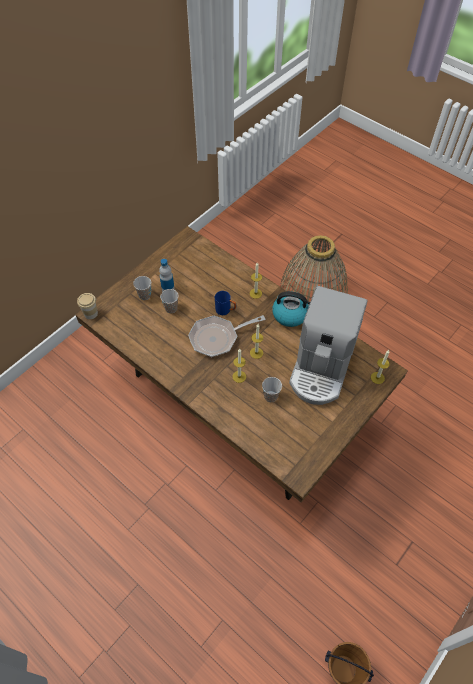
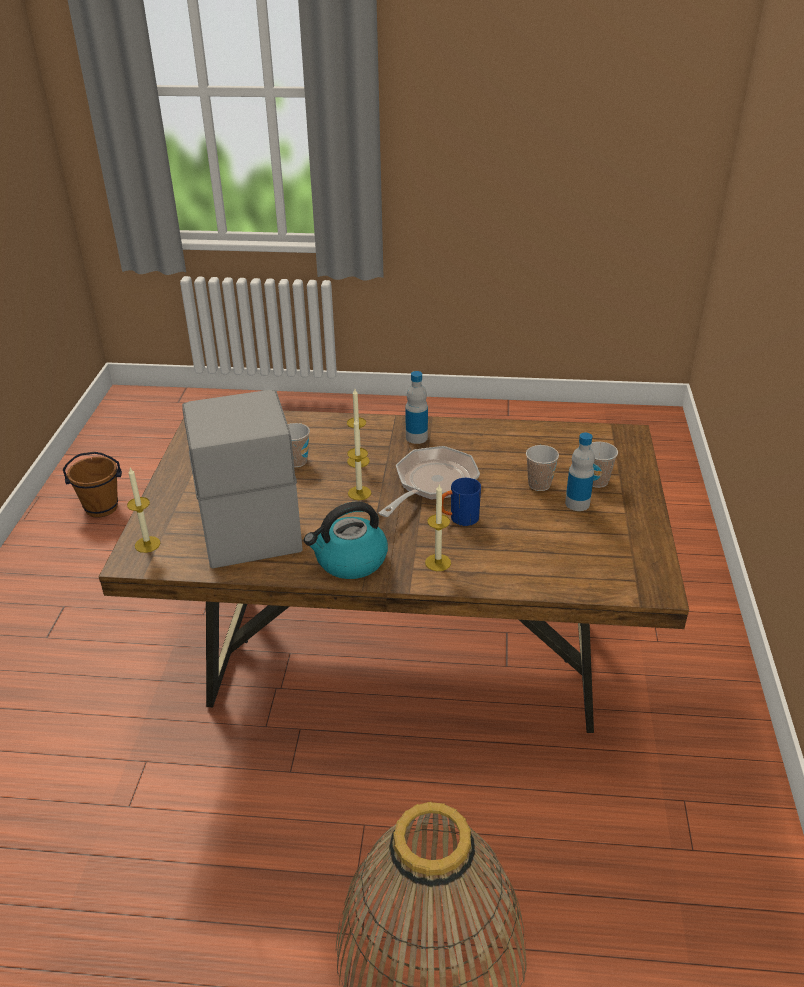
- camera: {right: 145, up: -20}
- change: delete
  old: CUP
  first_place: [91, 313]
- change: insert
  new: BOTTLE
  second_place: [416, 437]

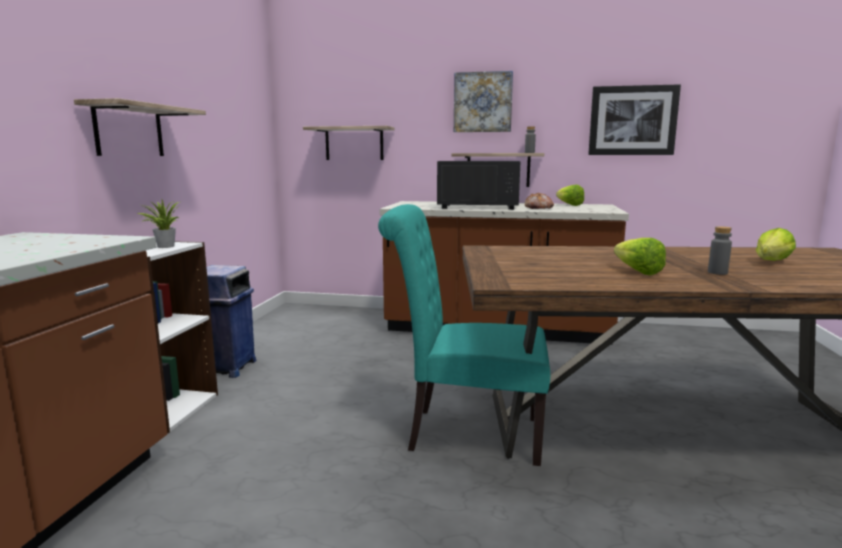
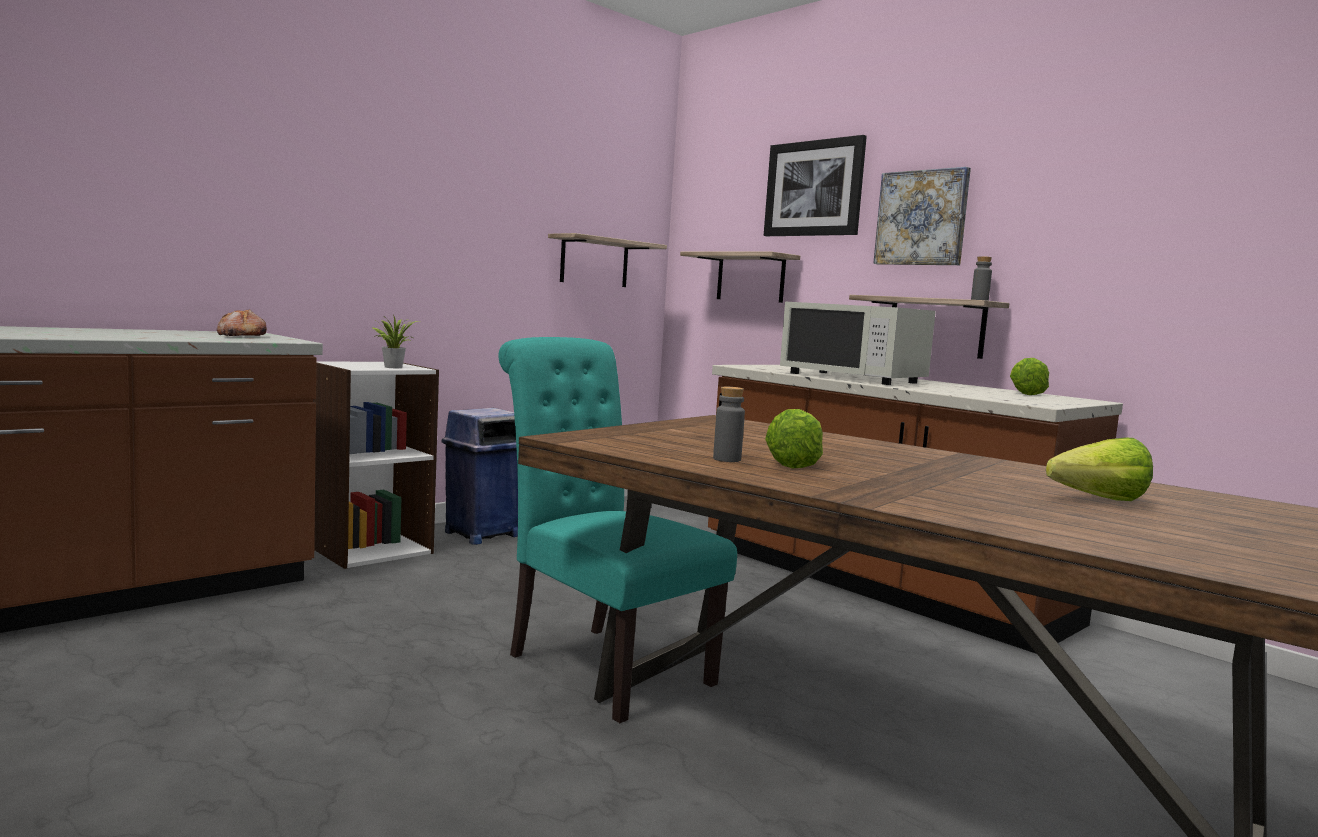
- camera: {right: 35, up: -5}
- change: move
  old: SHELF
  first_place: [129, 131]
  second_place: [594, 262]
- change: recolor
  old: BLACK MICROWAVE
  new: WHITE MICROWAVE
  first_place: [478, 207]
  second_place: [853, 378]
- change: move
  old: BREAD
  first_place: [538, 208]
  second_place: [241, 336]
- change: move
  old: PICTURE
  first_place: [632, 120]
  second_place: [814, 188]
- change: move
  old: GREY BOTTLE
  first_place: [717, 272]
  second_place: [727, 459]

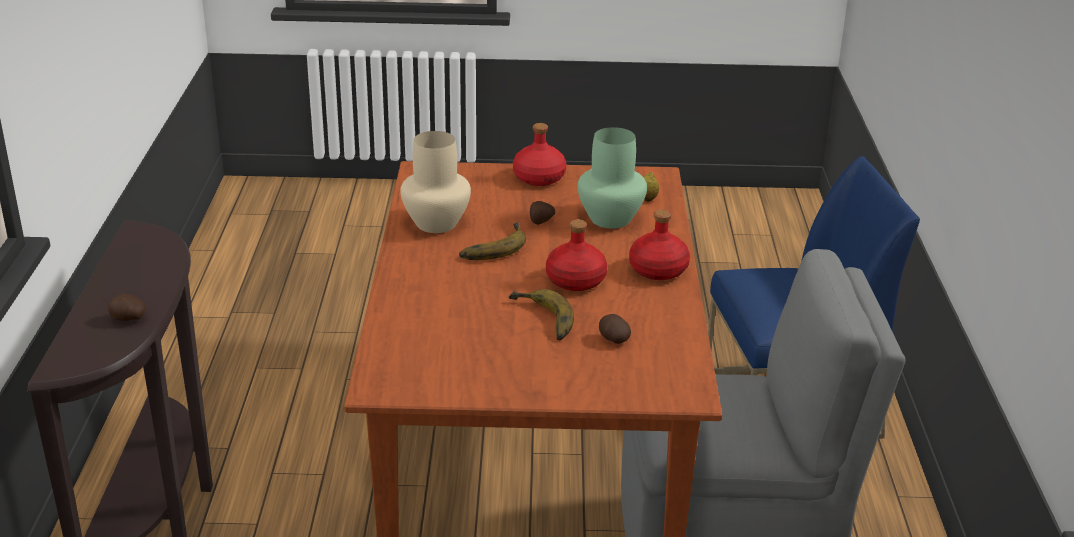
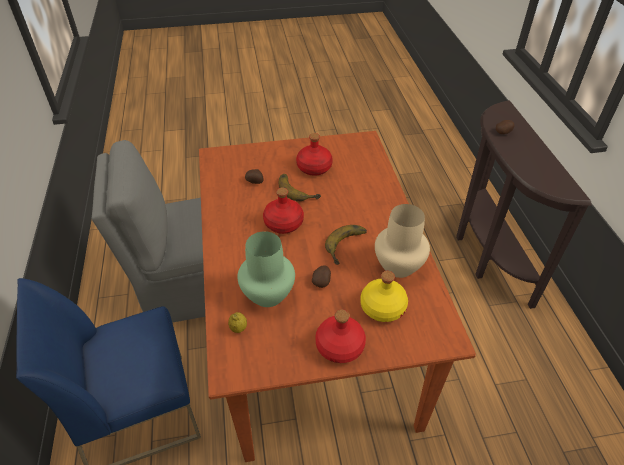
- camera: {right: 170, up: 15}
- change: move
  old: RED BOTTLE
  first_place: [657, 270]
  second_place: [314, 167]
- change: insert
  new: YELLOW BOTTLE
  second_place: [382, 307]

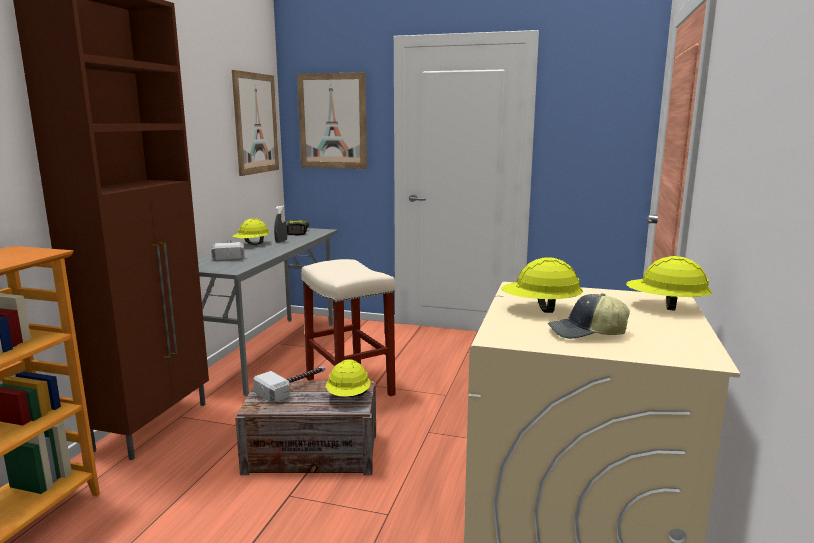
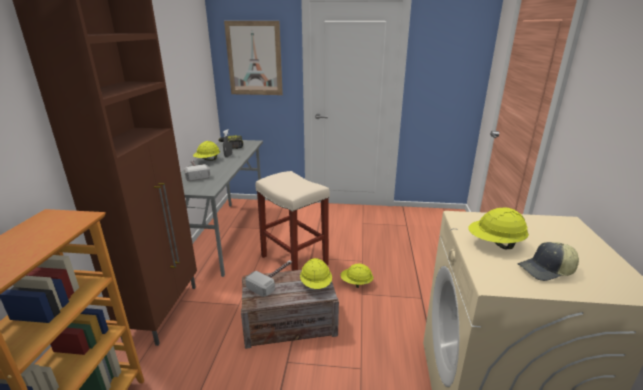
- camera: {right: -10, up: 10}
- change: delete
  old: PICTURE
  first_place: [256, 123]
- change: move
  old: YELLOW HARD HAT
  first_place: [665, 307]
  second_place: [356, 283]

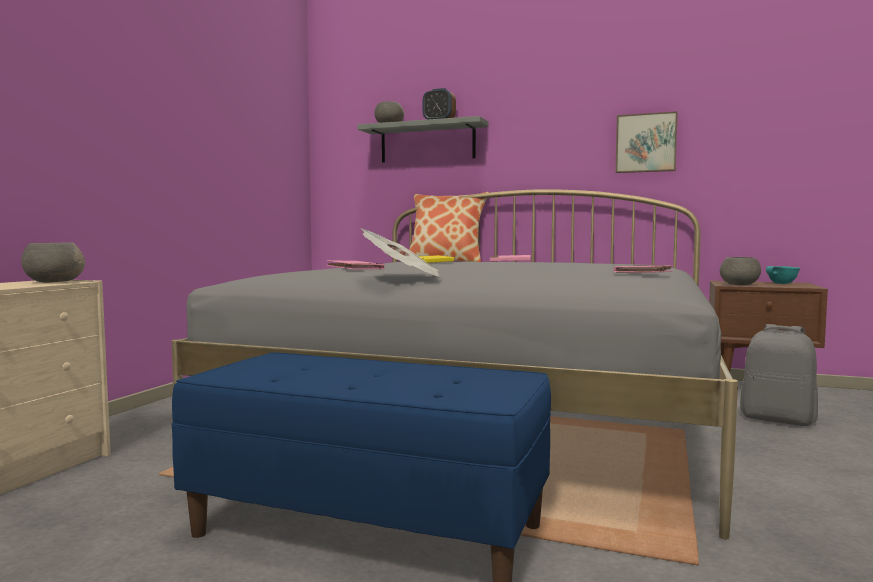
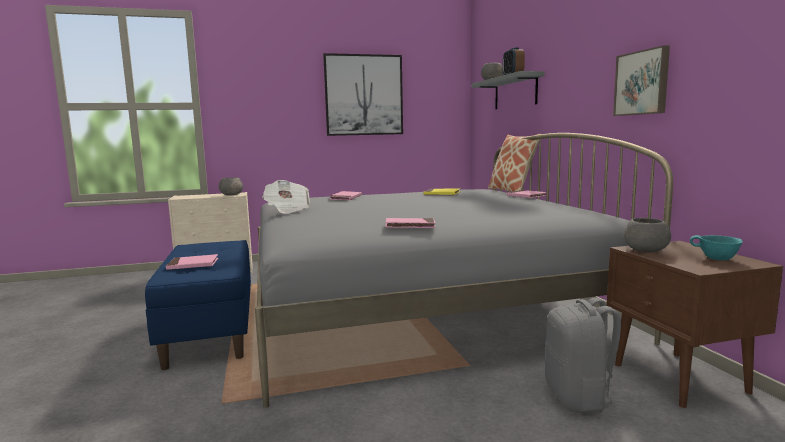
- camera: {right: 55, up: 5}
- change: insert
  new: PINK BOOK
  second_place: [193, 265]
- change: insert
  new: PICTURE
  second_place: [364, 95]

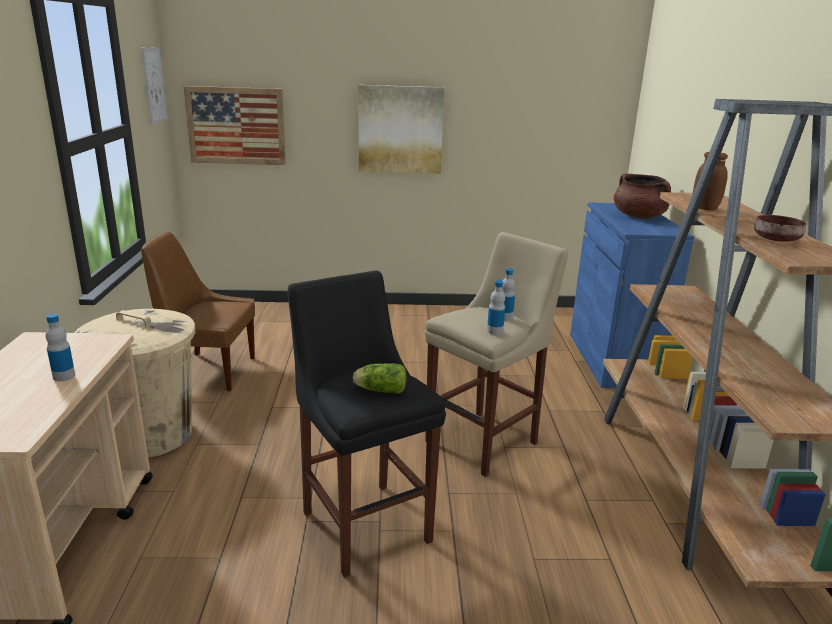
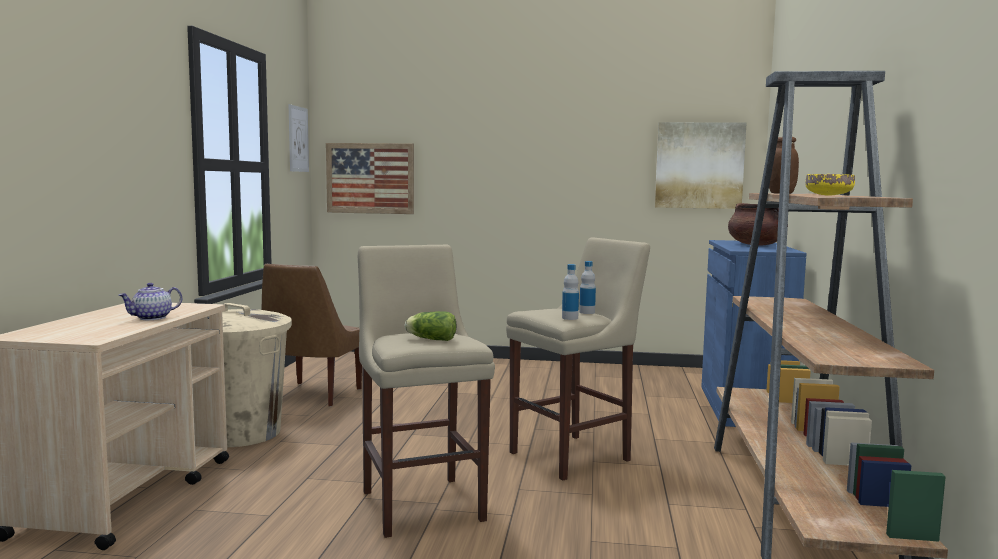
- camera: {right: 10, up: -15}
- change: replace
  old: BOTTLE
  new: TEAPOT
  first_place: [64, 376]
  second_place: [152, 318]
- change: rotate
  old: BROWN CHAIR
  first_place: [208, 371]
  second_place: [312, 395]
  degrees: -90
- change: recolor
  old: BLACK STOOL
  new: BEIGE STOOL
  first_place: [363, 522]
  second_place: [421, 502]
- change: move
  old: PICTURE
  first_place: [400, 129]
  second_place: [699, 165]
- change: recolor
  old: BROWN BOWL
  new: YELLOW BOWL
  first_place: [776, 240]
  second_place: [829, 195]

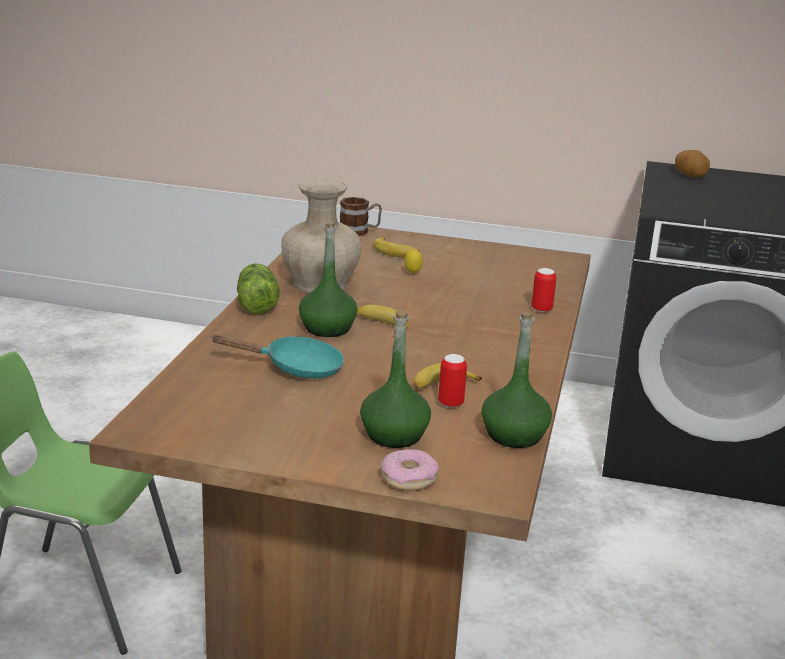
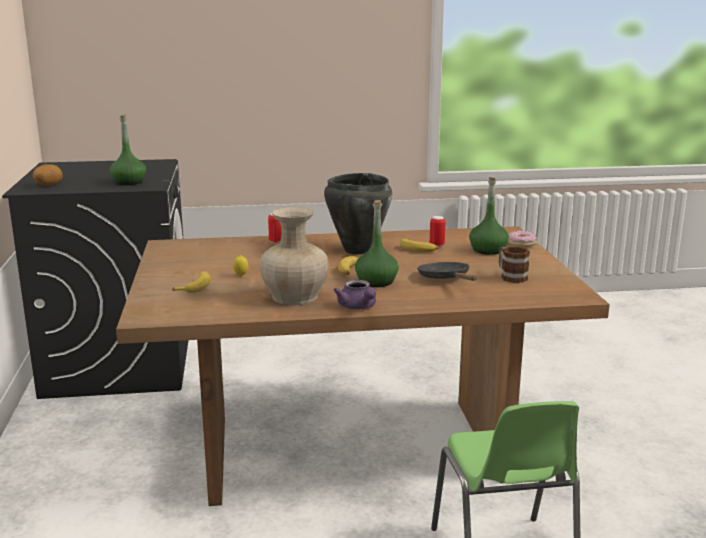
- camera: {right: -110, up: -5}
- change: recolor
  old: TURQUOISE FRYING PAN
  new: BLACK FRYING PAN
  first_place: [295, 368]
  second_place: [446, 279]
- change: replace
  old: LETTUCE
  new: PURPLE TEAPOT
  first_place: [257, 303]
  second_place: [358, 307]
- change: move
  old: MUG
  first_place: [360, 231]
  second_place: [510, 276]
- change: move
  old: GREEN BOTTLE
  first_place: [513, 435]
  second_place: [129, 182]
- change: insert
  new: BLACK COOKING POT
  second_place: [357, 250]

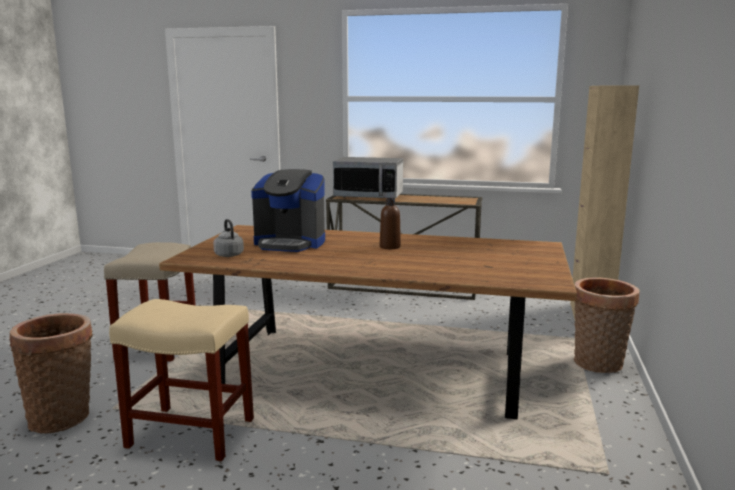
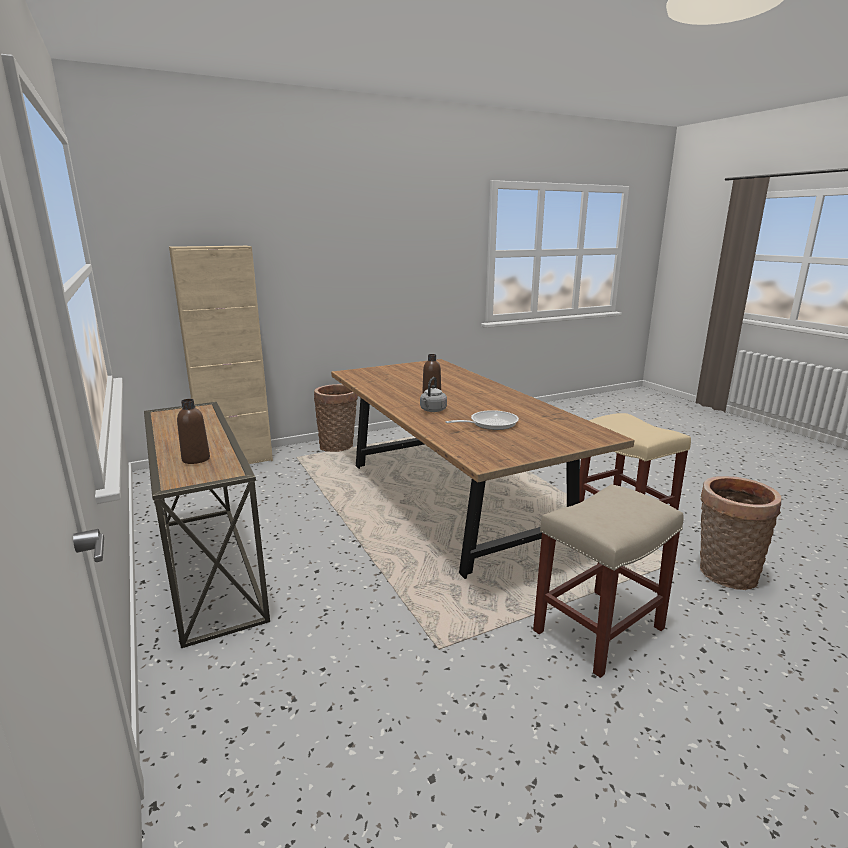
- camera: {right: -130, up: 5}
- change: move
  old: GREY KETTLE
  first_place: [228, 254]
  second_place: [432, 410]
- change: replace
  old: COFFEE MACHINE
  new: FRYING PAN
  first_place: [290, 243]
  second_place: [489, 424]
- change: replace
  old: MICROWAVE
  new: BROWN BOTTLE
  first_place: [368, 196]
  second_place: [196, 459]

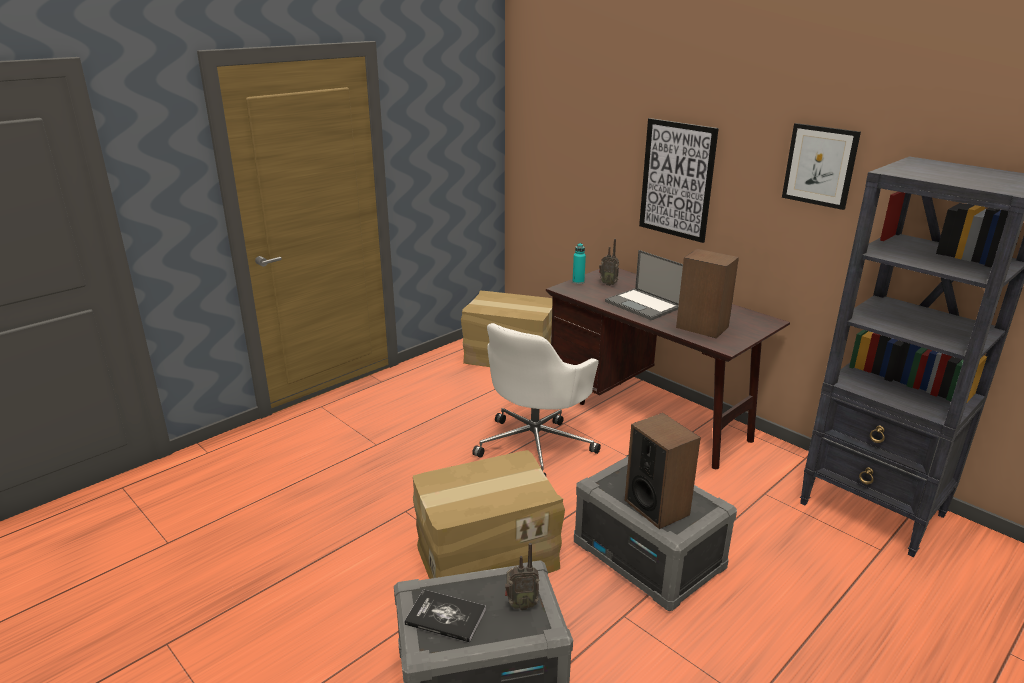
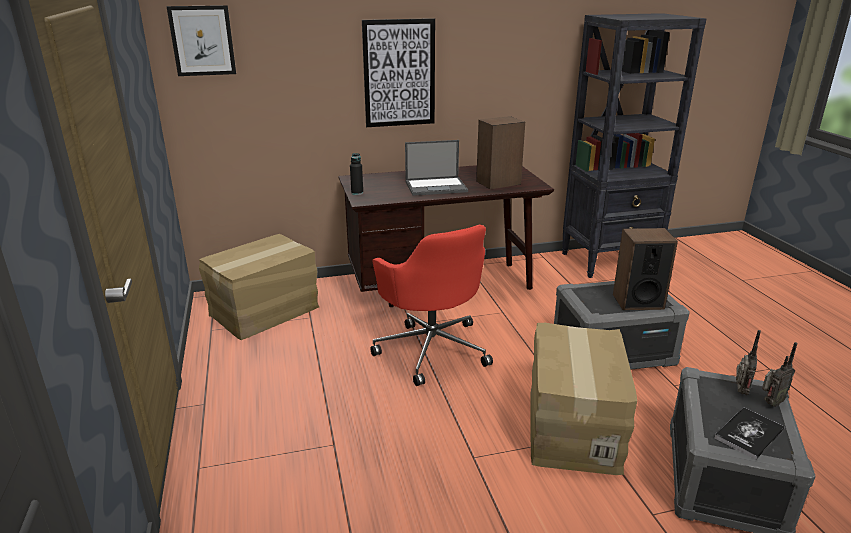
- camera: {right: -60, up: 0}
- change: recolor
  old: WHITE OFFICE CHAIR
  new: RED OFFICE CHAIR
  first_place: [536, 445]
  second_place: [432, 348]
- change: recolor
  old: TURQUOISE BOTTLE
  new: BLACK BOTTLE
  first_place: [578, 282]
  second_place: [357, 193]
- change: move
  old: RADIO
  first_place: [608, 284]
  second_place: [770, 403]
- change: move
  old: PICTURE
  first_place: [820, 165]
  second_place: [202, 41]

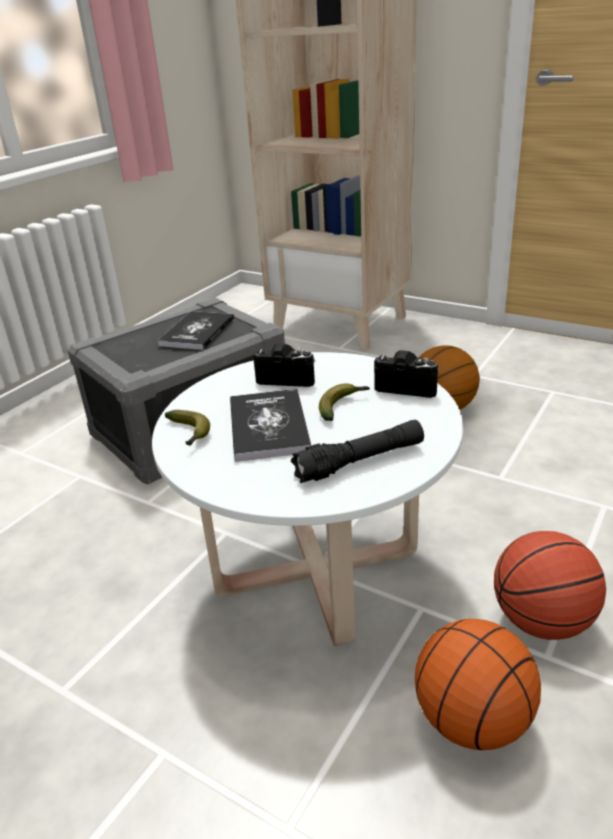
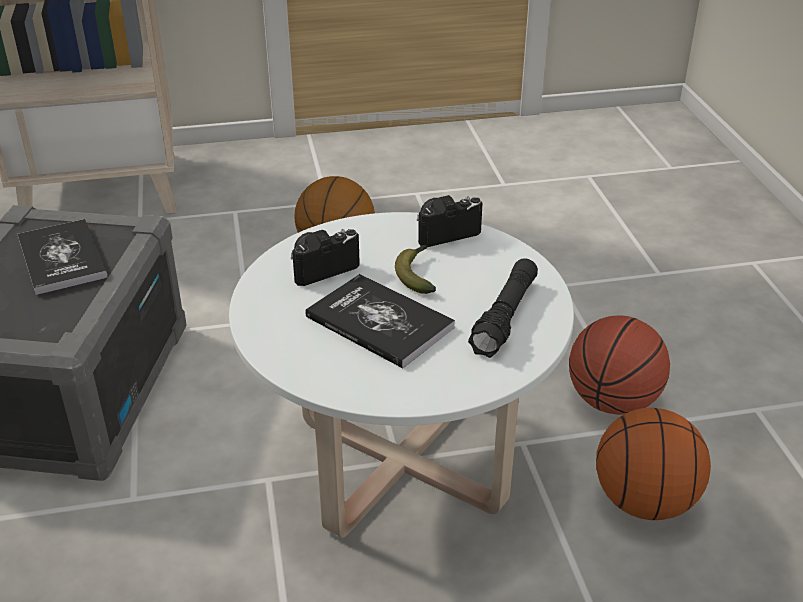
- camera: {right: -45, up: 5}
- change: delete
  old: BANANA
  first_place: [189, 434]

